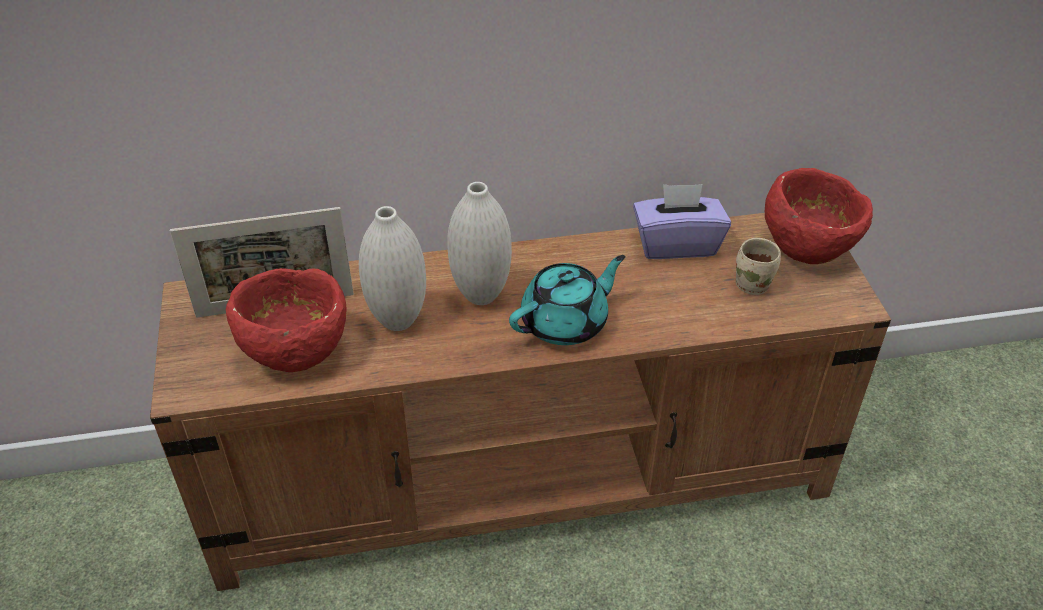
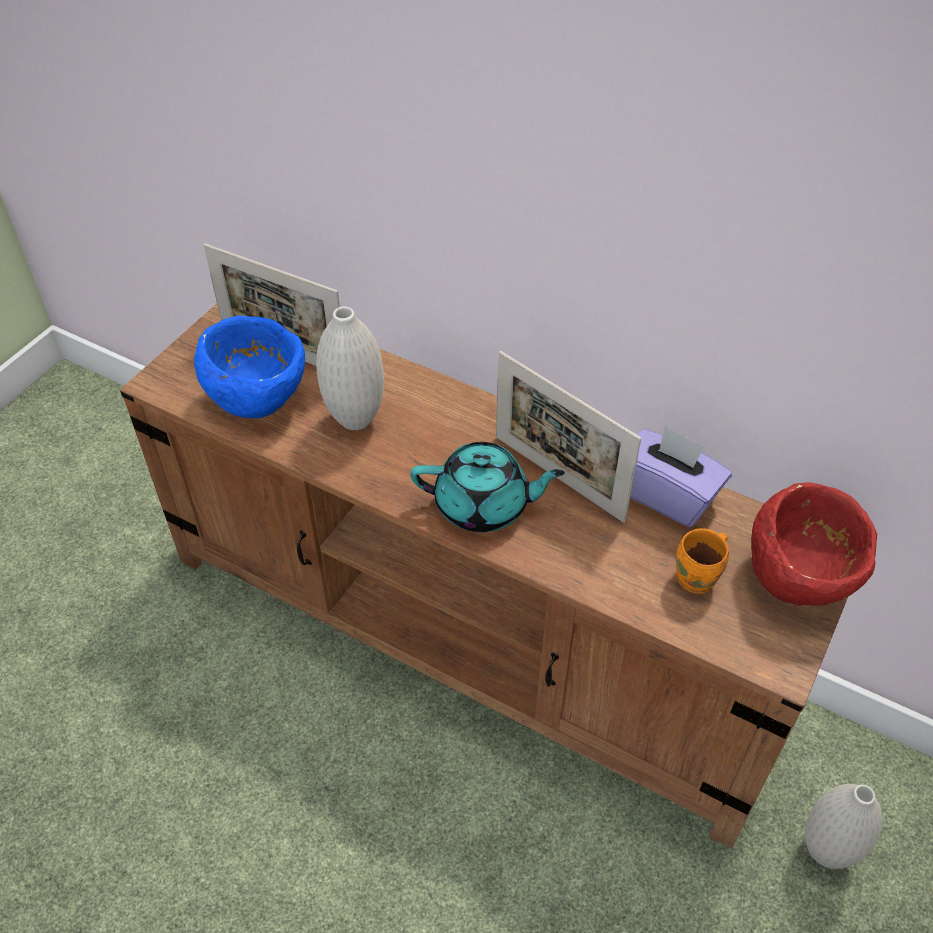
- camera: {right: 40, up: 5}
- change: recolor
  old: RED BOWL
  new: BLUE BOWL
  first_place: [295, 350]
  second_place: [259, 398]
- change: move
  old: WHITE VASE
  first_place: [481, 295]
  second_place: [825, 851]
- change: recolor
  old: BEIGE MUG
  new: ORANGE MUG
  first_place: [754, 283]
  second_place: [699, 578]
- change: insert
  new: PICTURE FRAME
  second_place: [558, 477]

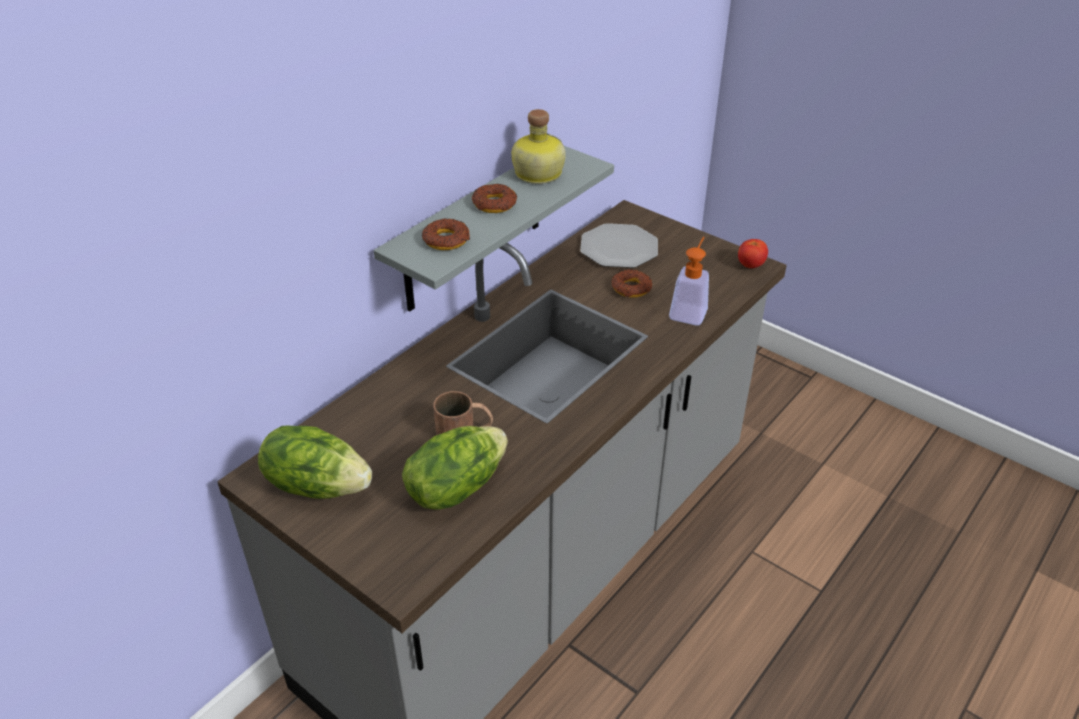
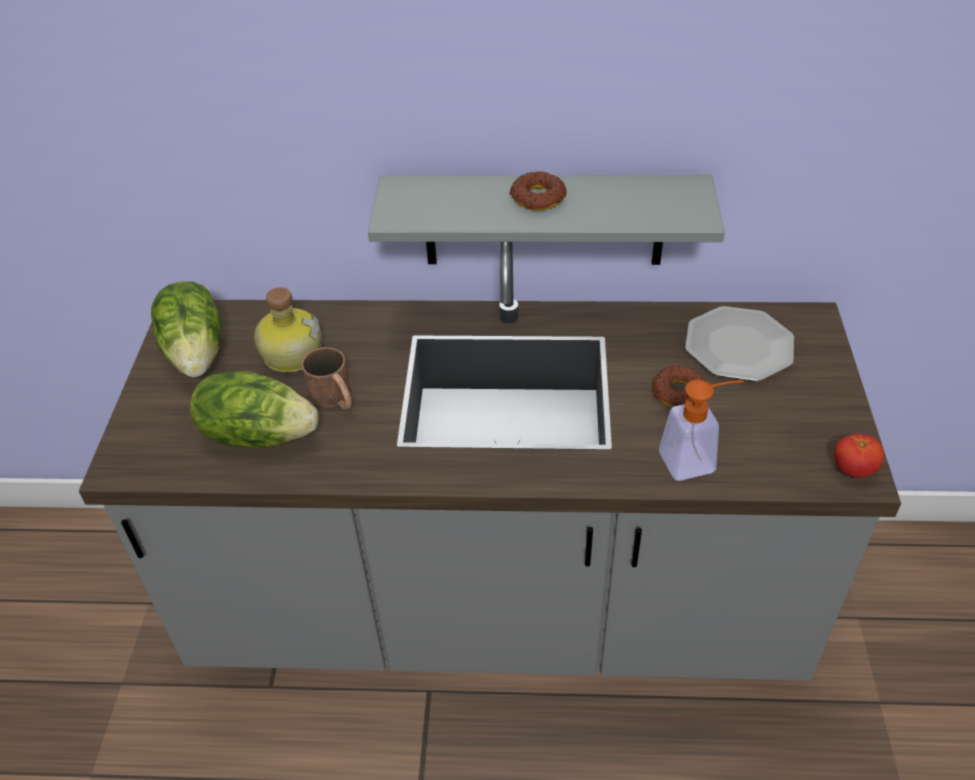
- camera: {right: 55, up: 5}
- change: delete
  old: DONUT
  first_place: [446, 240]
- change: move
  old: BOTTLE
  first_place: [536, 173]
  second_place: [291, 353]

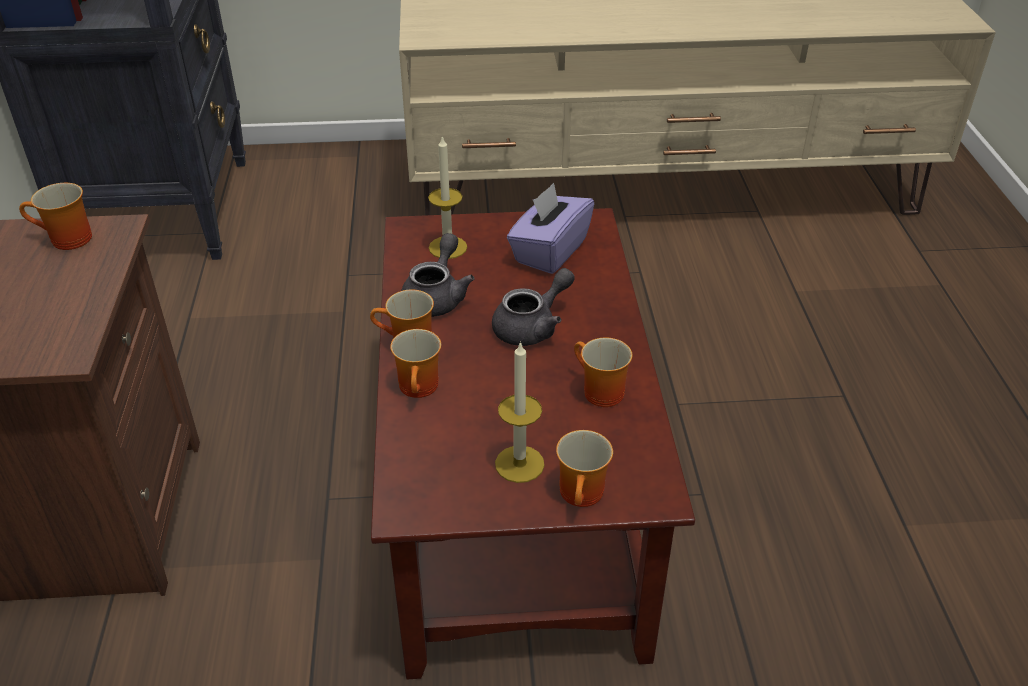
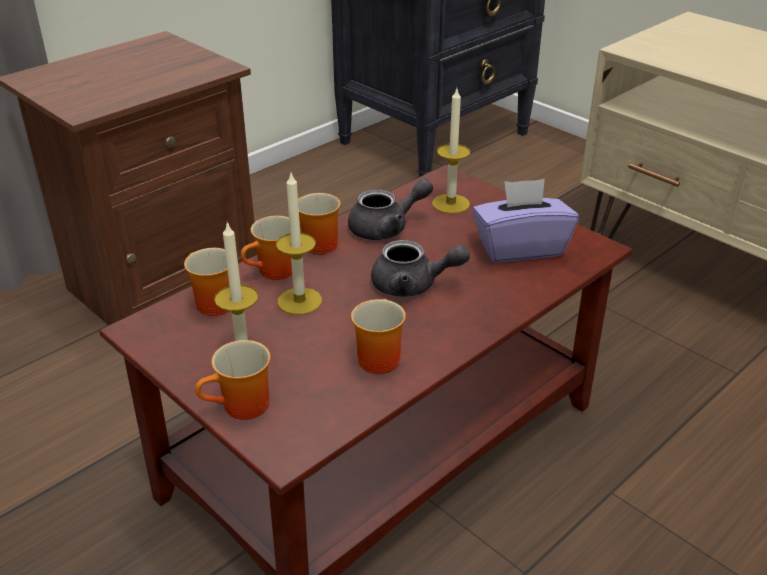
- camera: {right: 50, up: -5}
- change: move
  old: MUG
  first_place: [66, 241]
  second_place: [210, 303]
- change: insert
  new: CANDLE
  second_place: [299, 301]

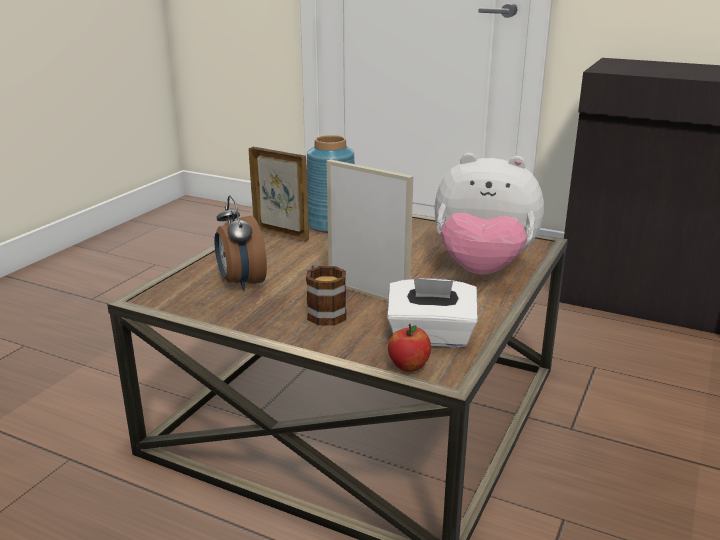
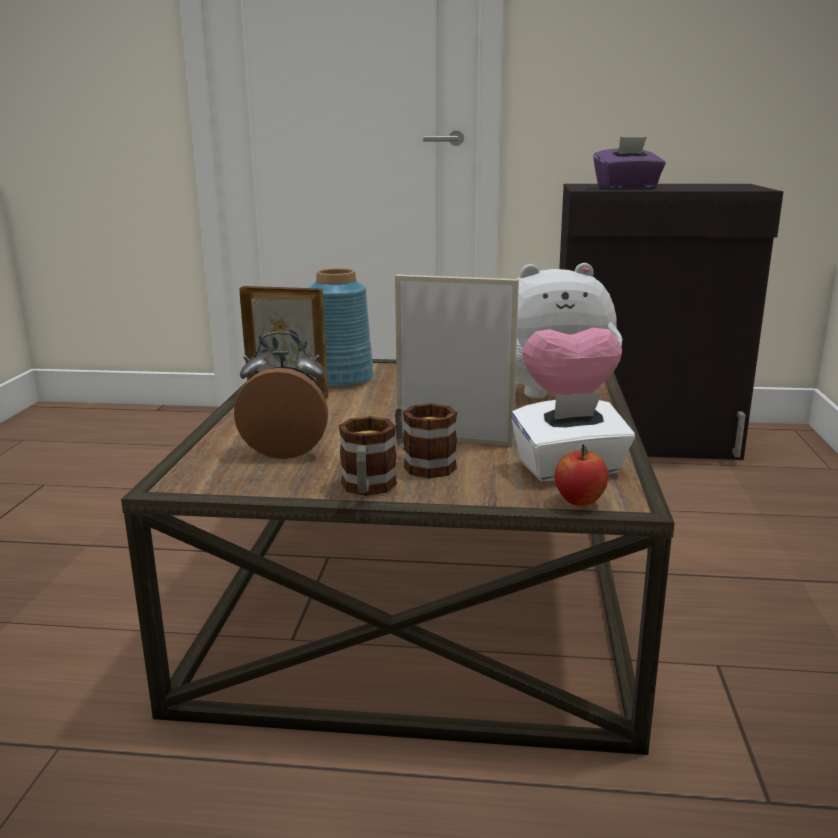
- camera: {right: -20, up: -5}
- change: rotate
  old: ALARM CLOCK
  first_place: [241, 283]
  second_place: [287, 450]
  degrees: 135
- change: insert
  new: MUG
  second_place: [367, 489]
- change: insert
  new: PURPLE TISSUE BOX
  second_place: [627, 188]

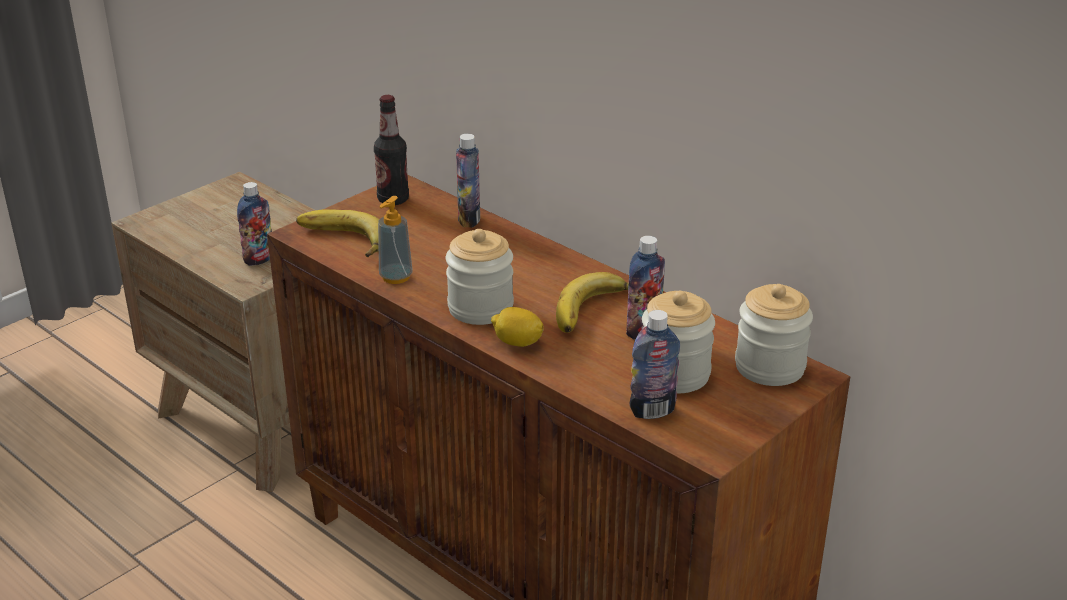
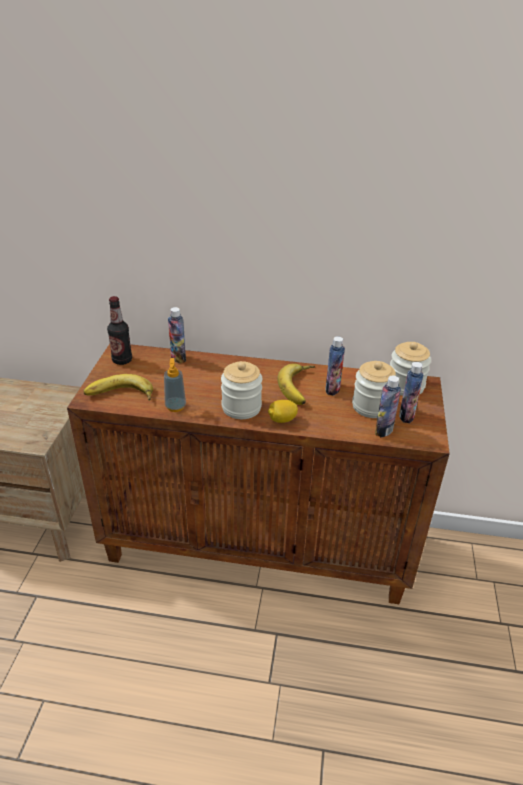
- camera: {right: -35, up: 5}
- change: move
  old: BOTTLE
  first_place: [259, 259]
  second_place: [406, 416]

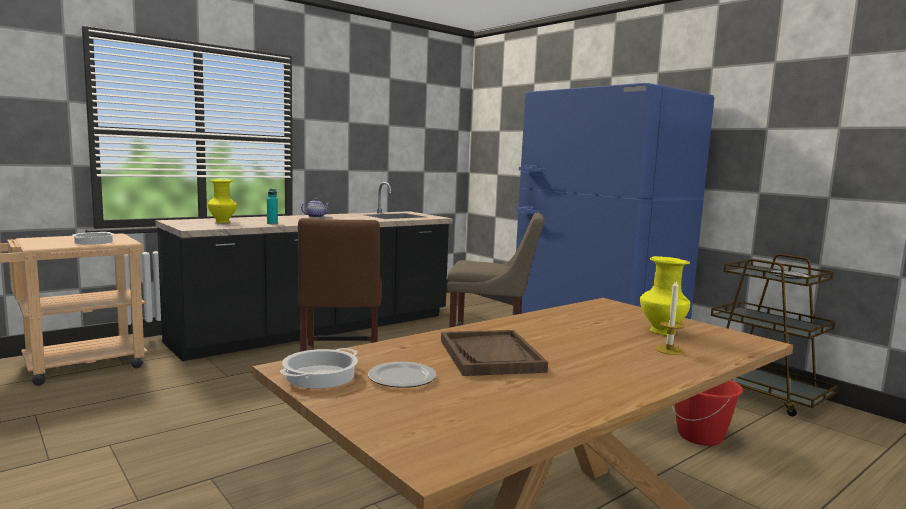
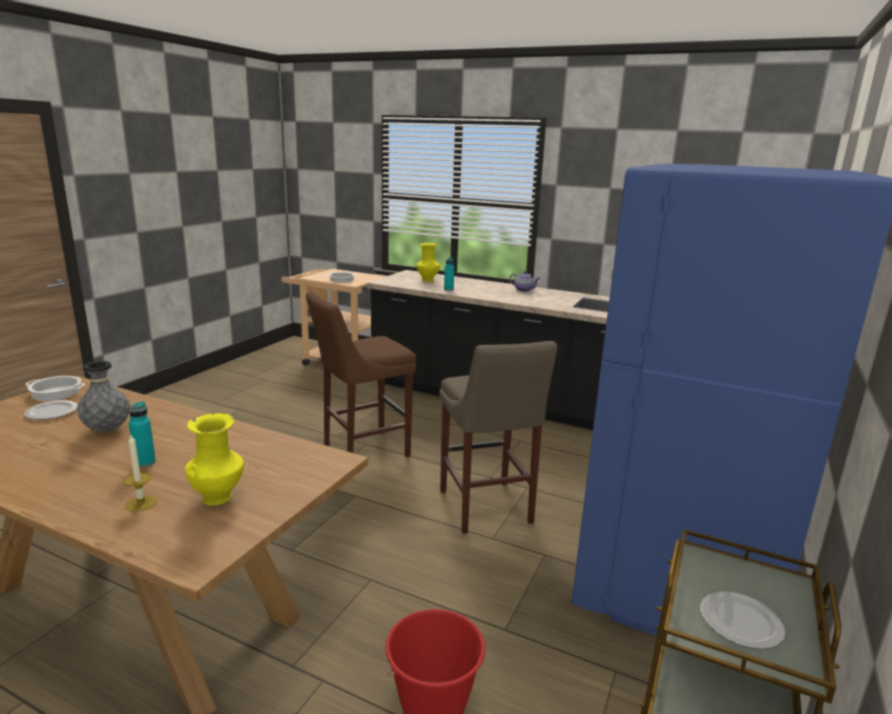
- camera: {right: 65, up: 10}
- change: replace
  old: BROWN TRAY
  new: GREY VASE
  first_place: [490, 355]
  second_place: [107, 430]
- change: insert
  new: TURQUOISE BOTTLE
  second_place: [145, 462]

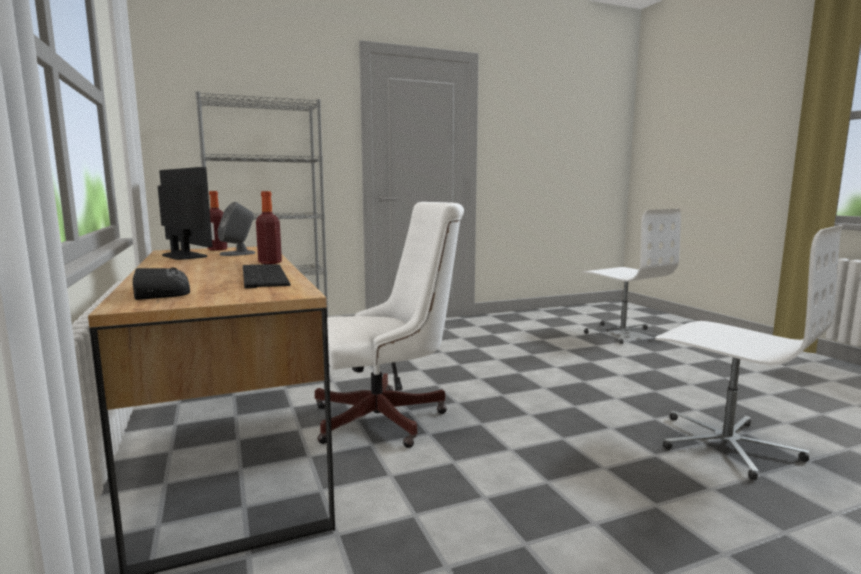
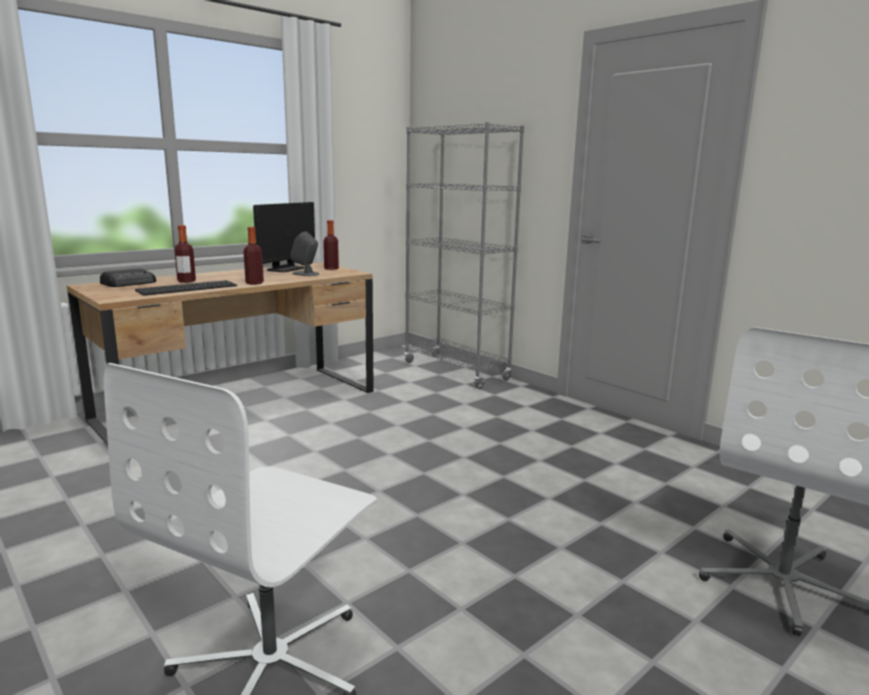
- camera: {right: 70, up: 5}
- change: delete
  old: WHITE OFFICE CHAIR
  first_place: [388, 419]
- change: insert
  new: BOTTLE
  second_place: [186, 281]

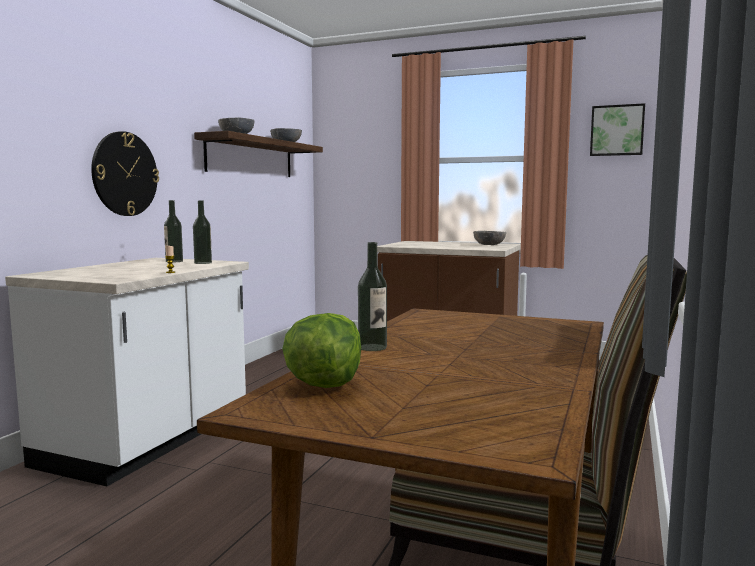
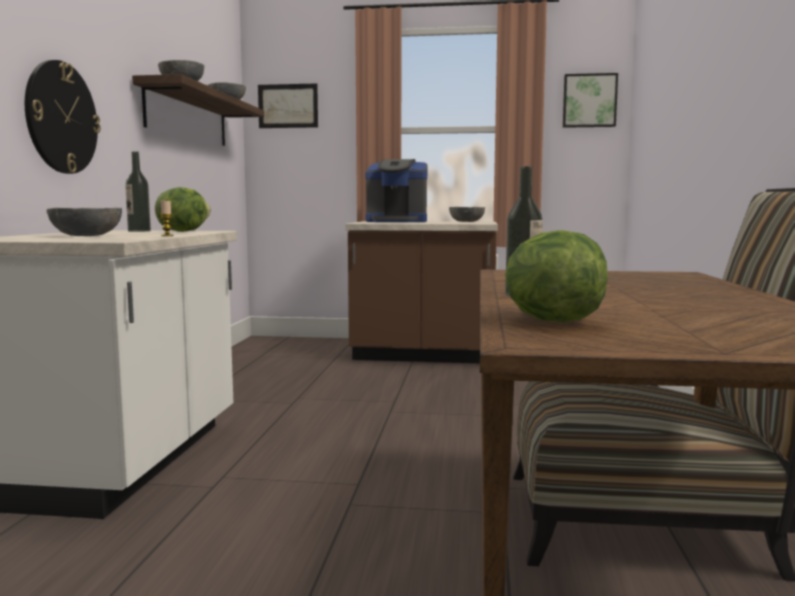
- camera: {right: -15, up: 0}
- change: replace
  old: BOTTLE
  new: LETTUCE
  first_place: [203, 263]
  second_place: [182, 231]
- change: insert
  new: GREY BOWL
  second_place: [87, 236]
- change: insert
  new: PICTURE
  second_place: [288, 106]
- change: insert
  new: COFFEE MACHINE
  second_place: [397, 221]

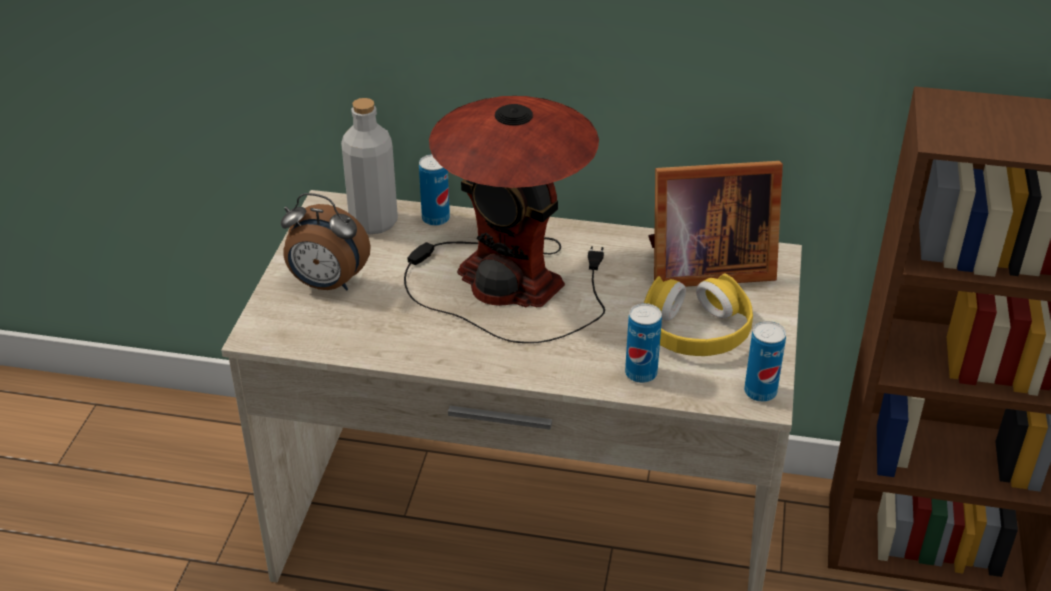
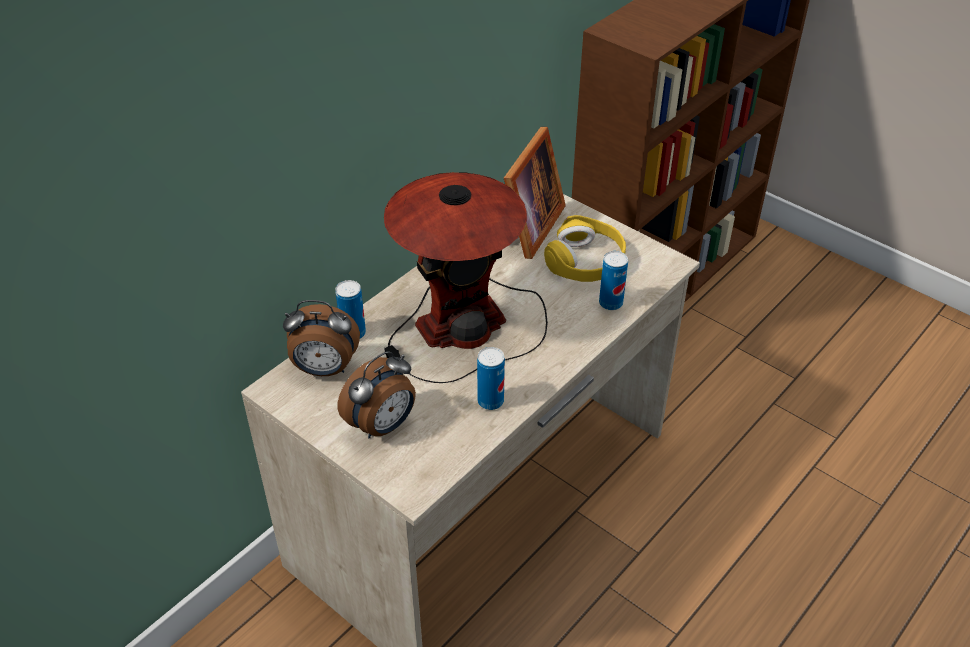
- camera: {right: -60, up: 5}
- change: replace
  old: GREY BOTTLE
  new: ALARM CLOCK
  first_place: [373, 222]
  second_place: [324, 369]
- change: move
  old: CAN
  first_place: [760, 392]
  second_place: [490, 401]

